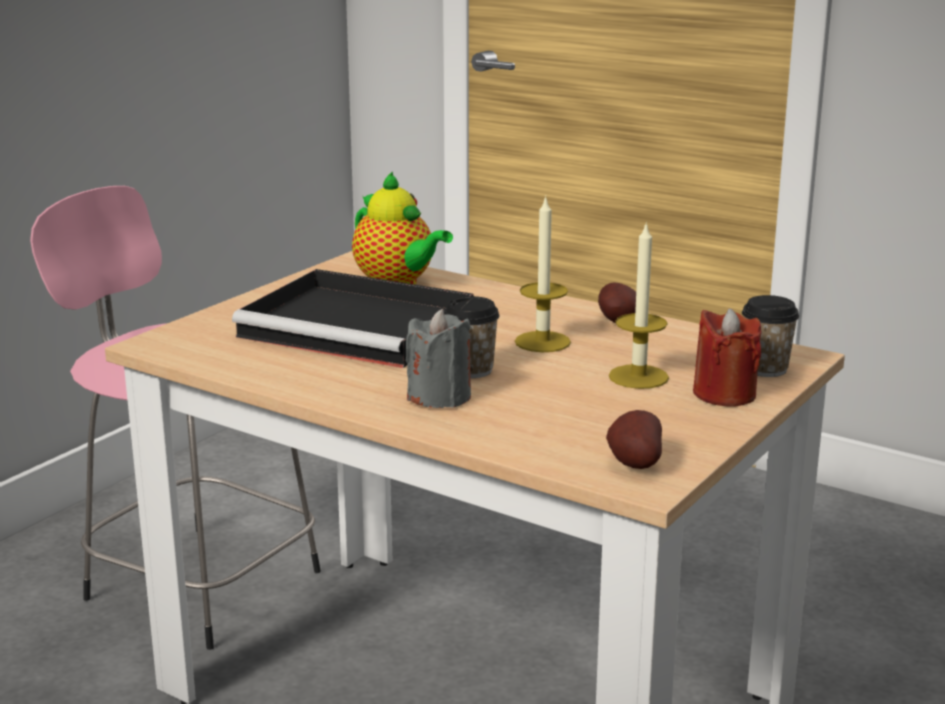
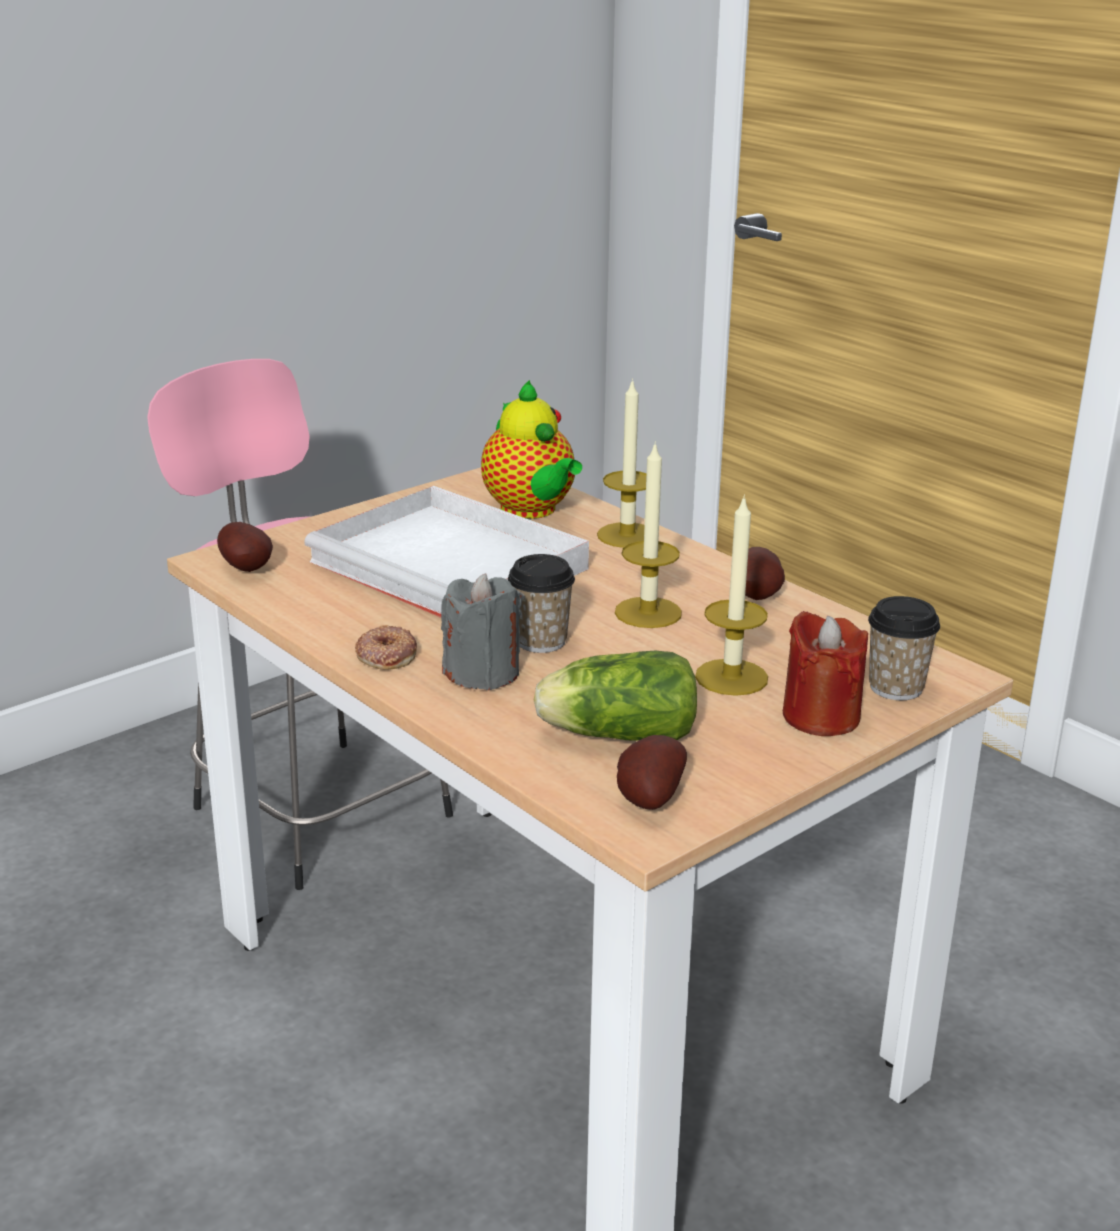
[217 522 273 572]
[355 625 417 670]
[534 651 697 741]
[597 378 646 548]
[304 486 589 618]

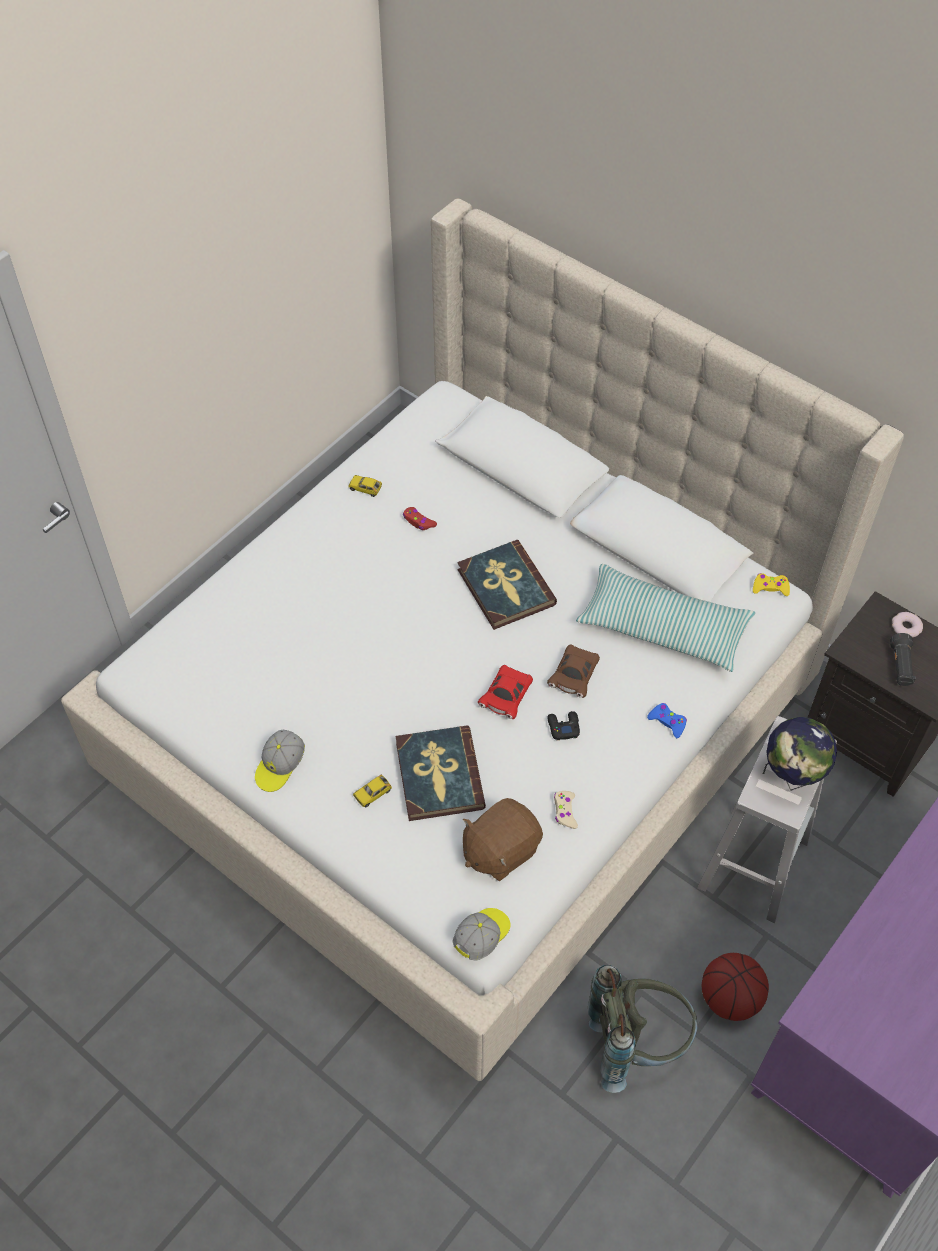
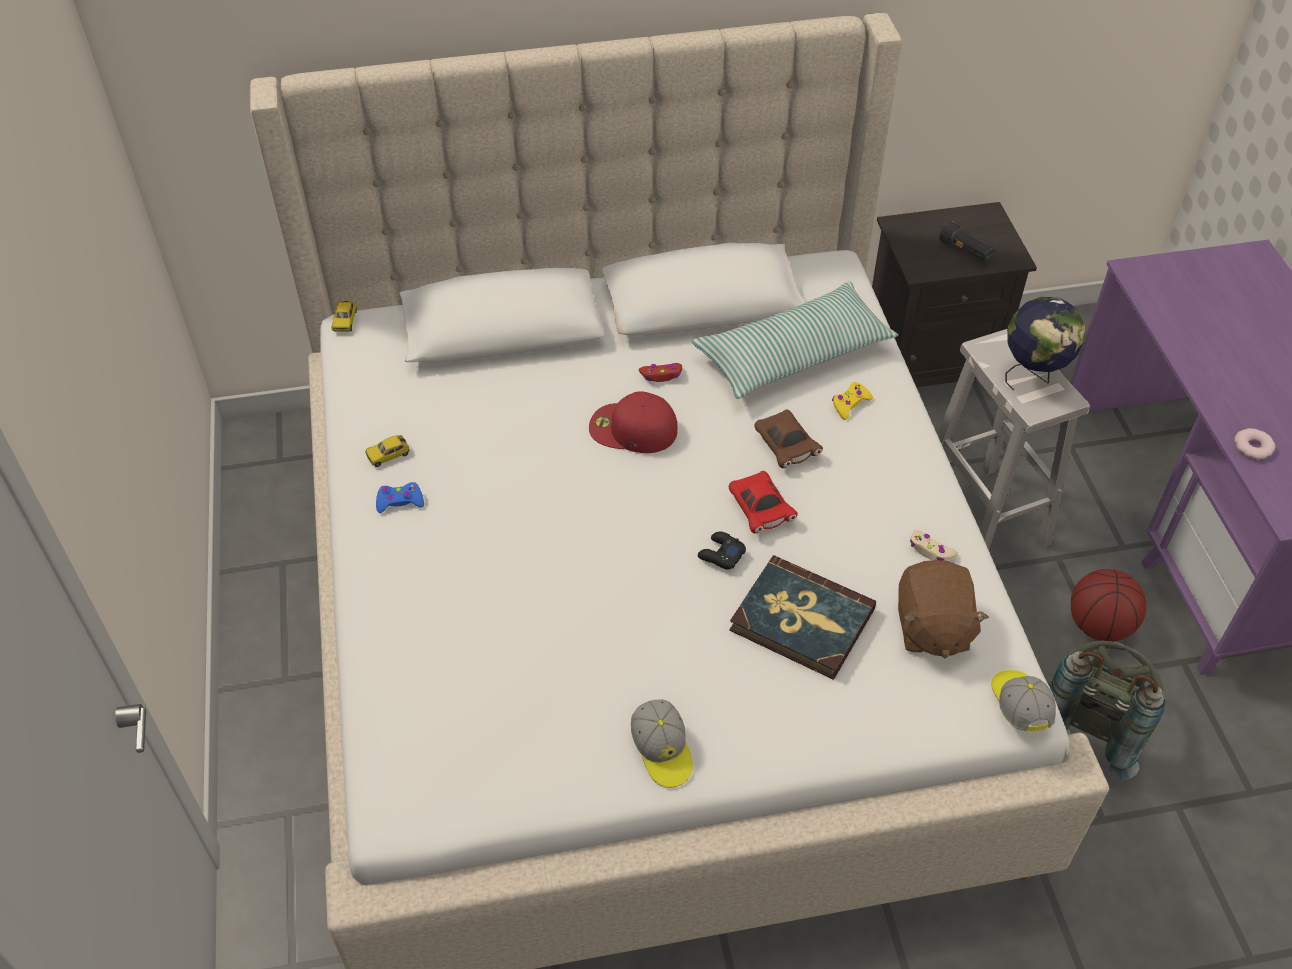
[331 301 357 332]
[639 363 682 382]
[698 531 746 570]
[376 482 424 513]
[832 382 873 420]
[1234 428 1275 460]
[589 391 677 453]

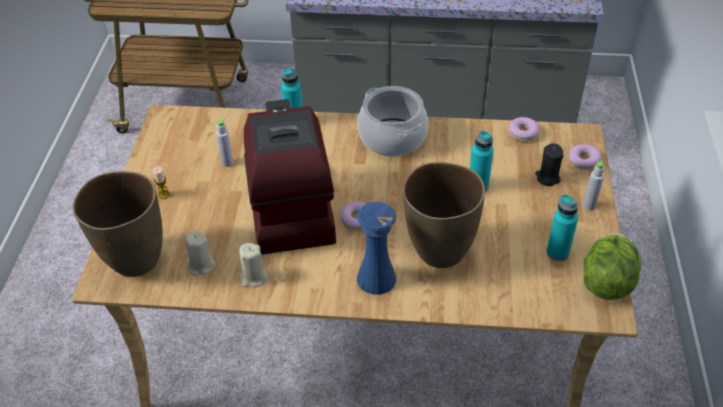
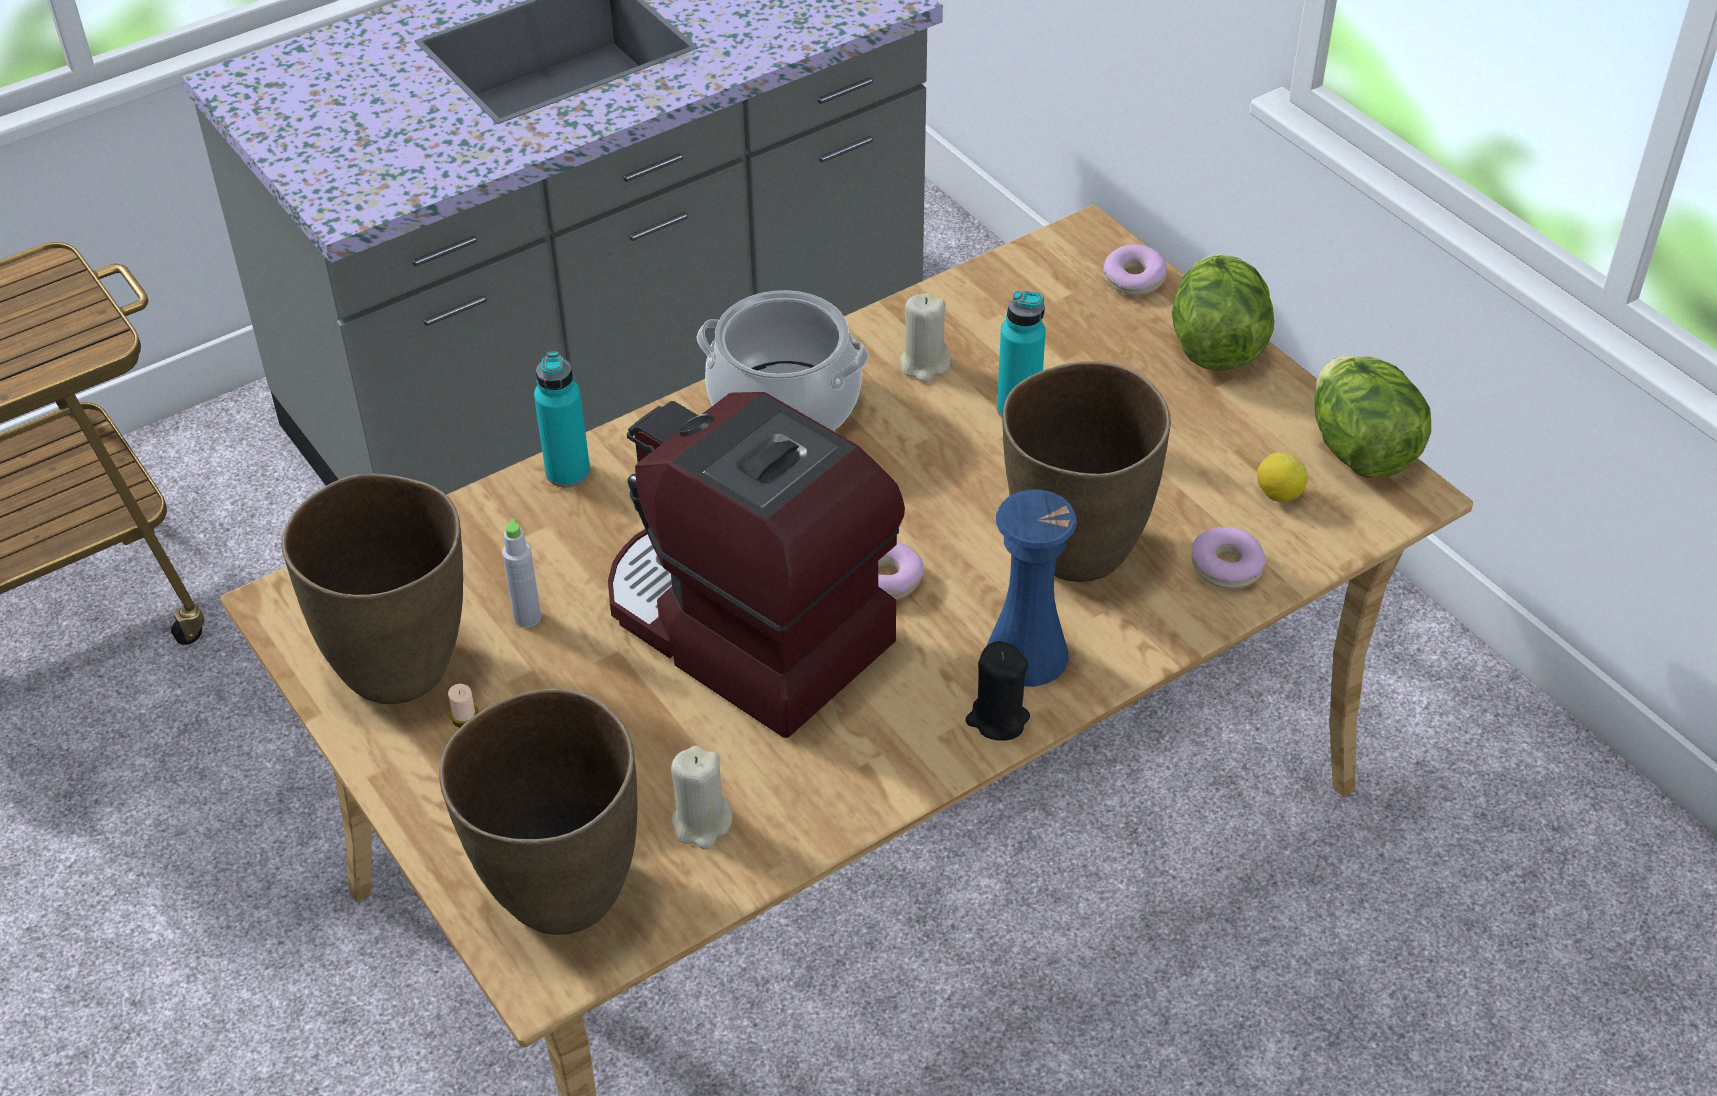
[547 194 578 261] (first image)
[282 473 463 704]
[1257 452 1308 502]
[900 293 951 383]
[1191 527 1265 589]
[966 641 1030 741]
[1172 254 1274 371]

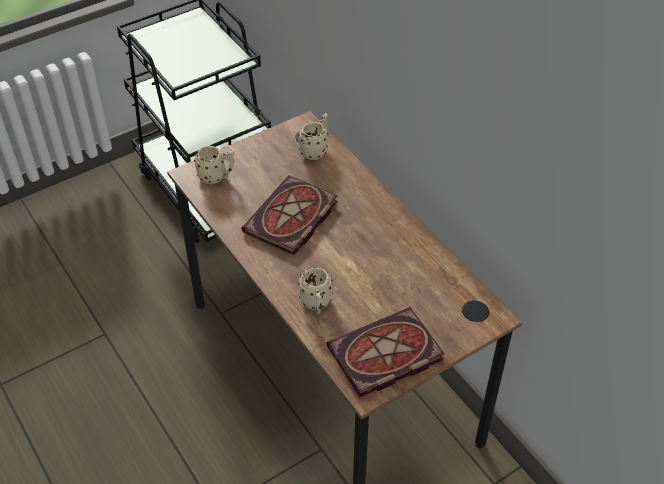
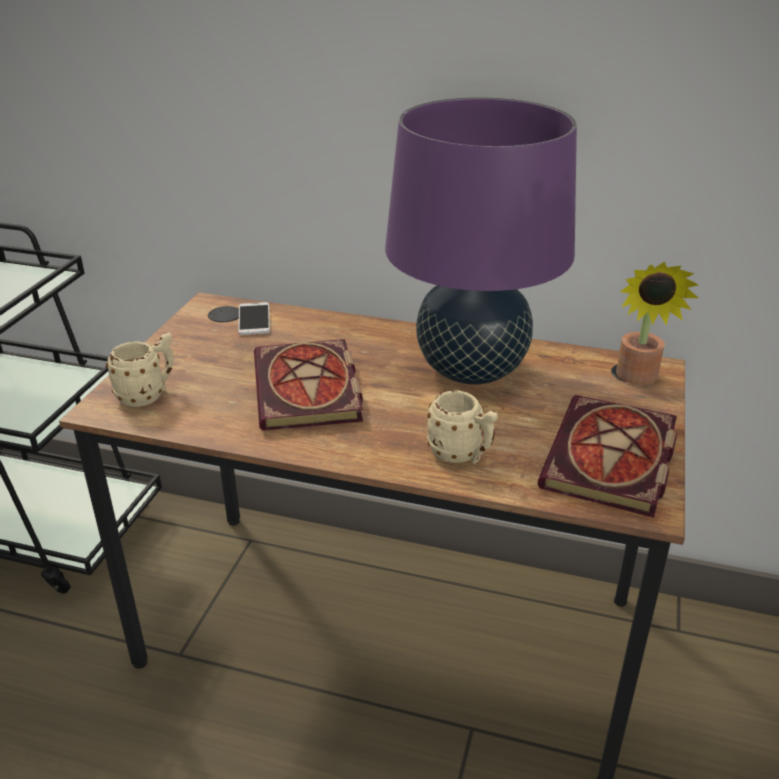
[385 97 577 385]
[616 261 698 385]
[238 302 270 335]

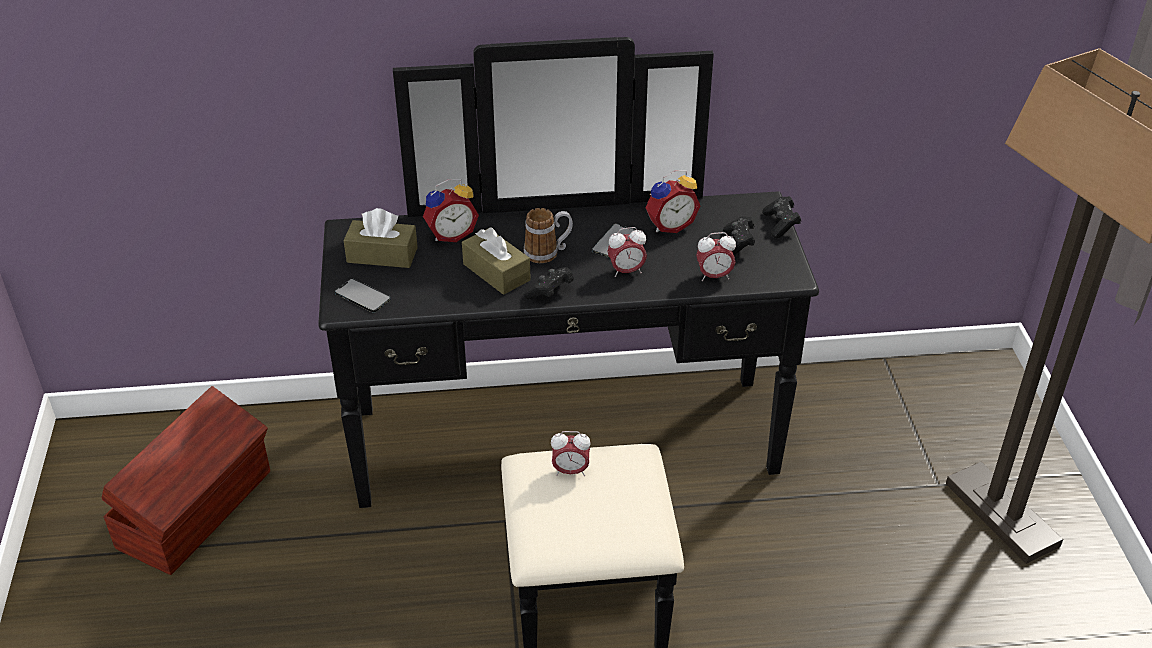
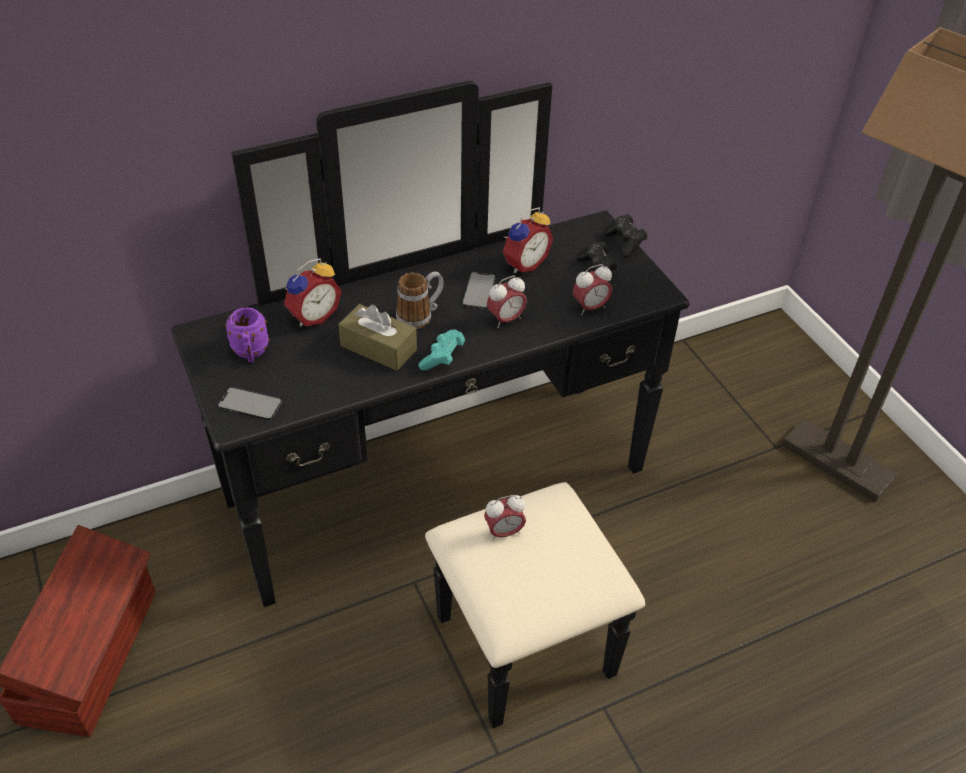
[225 307 269 362]
[418 329 465 370]

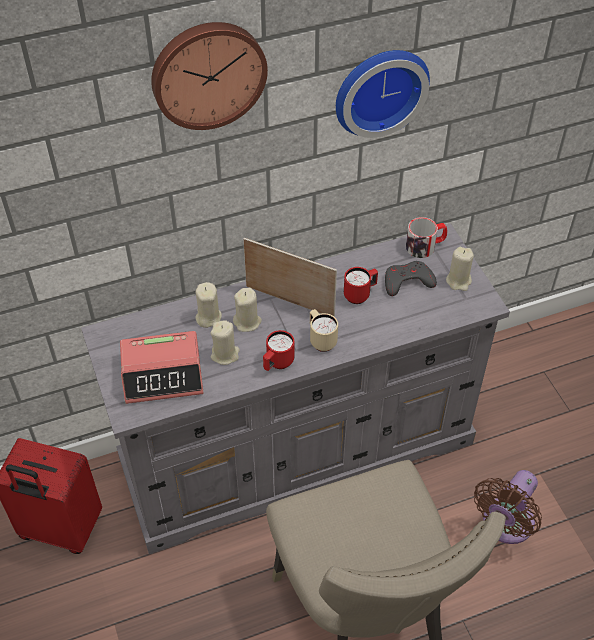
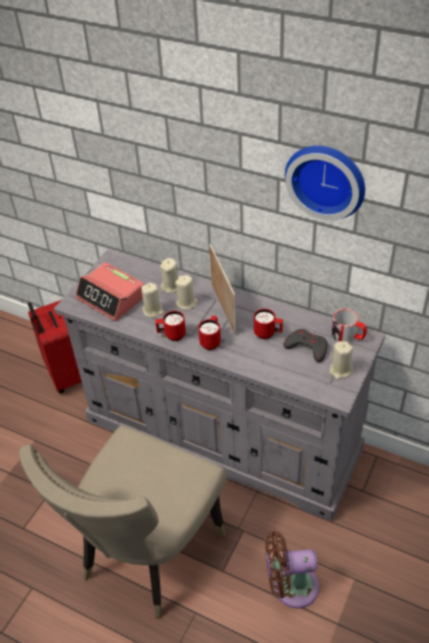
[151 22 268 130] (first image)
[198 316 221 350]

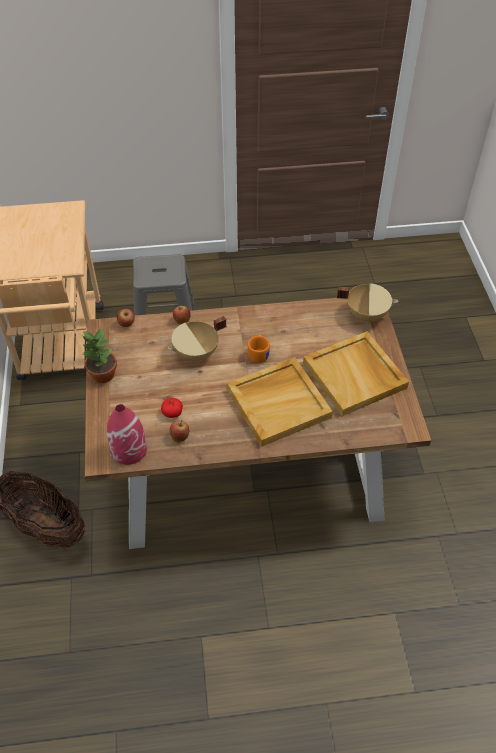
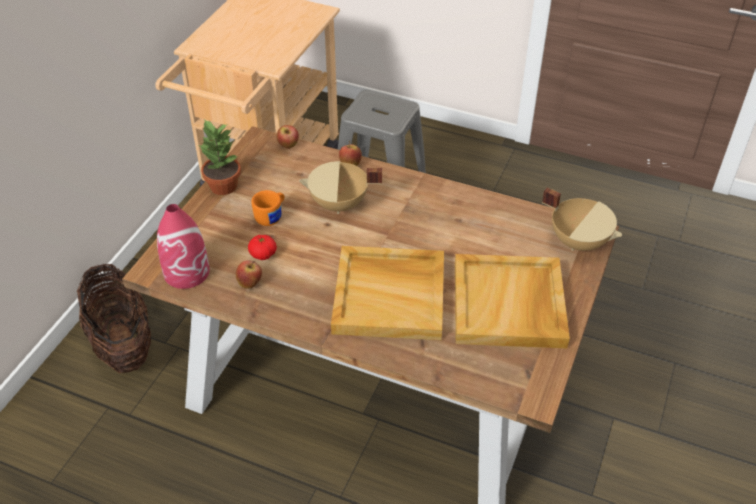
[251 190 284 226]

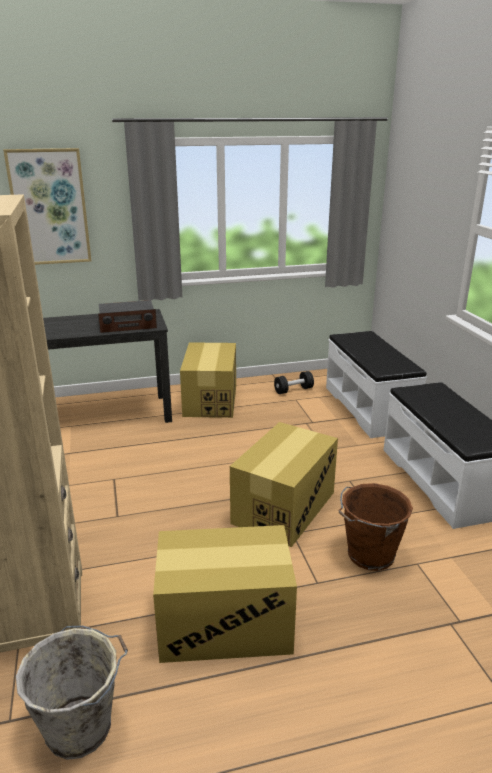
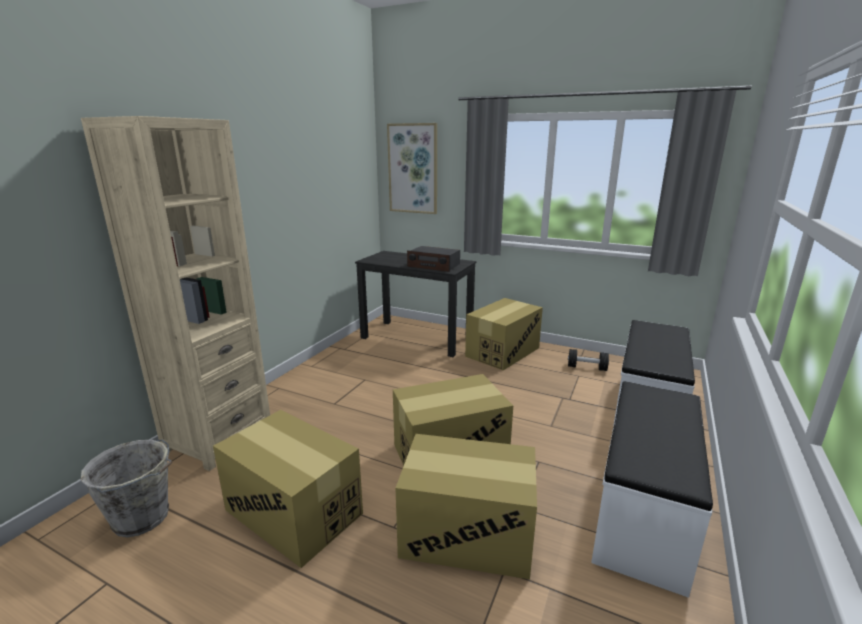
[395 434 537 579]

